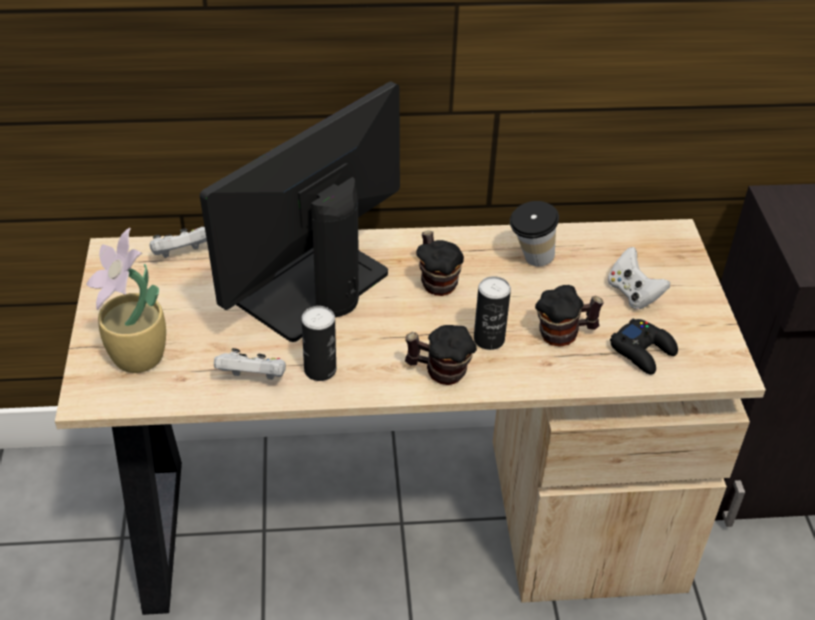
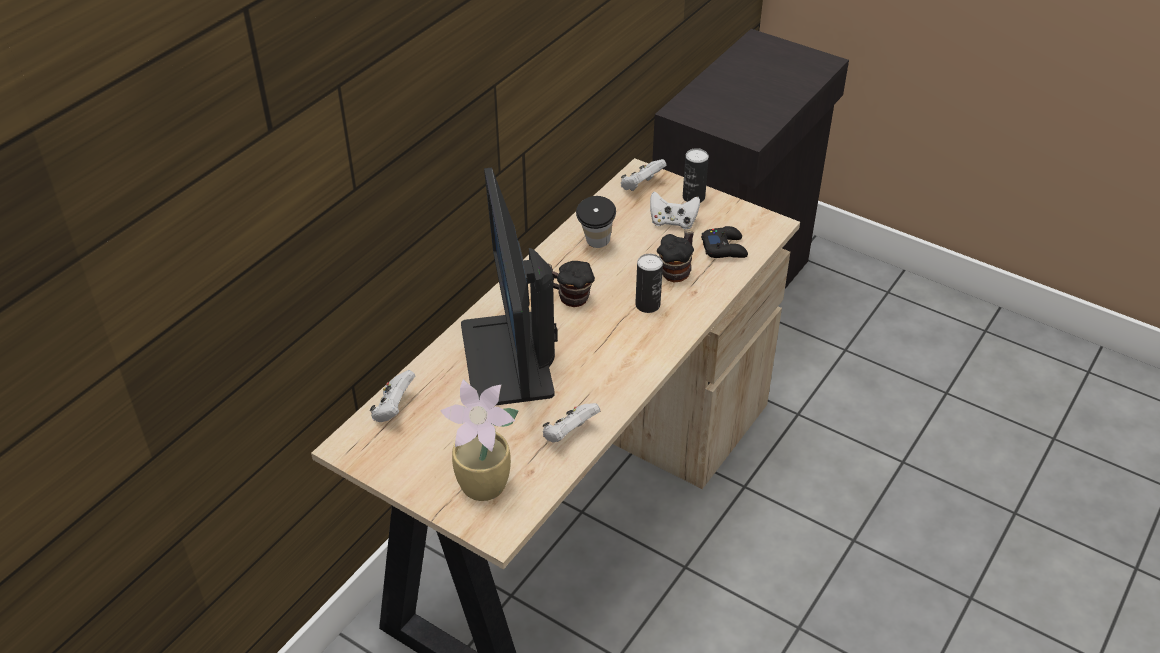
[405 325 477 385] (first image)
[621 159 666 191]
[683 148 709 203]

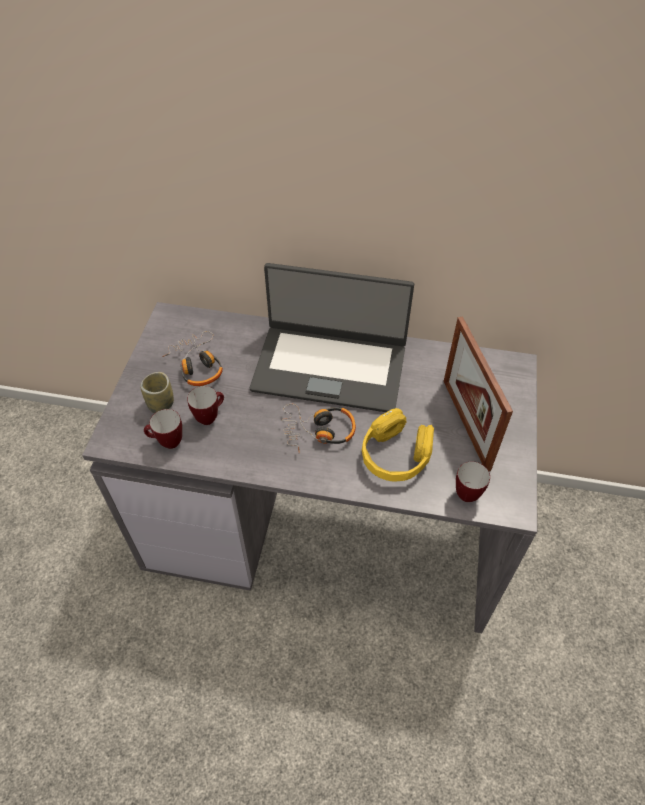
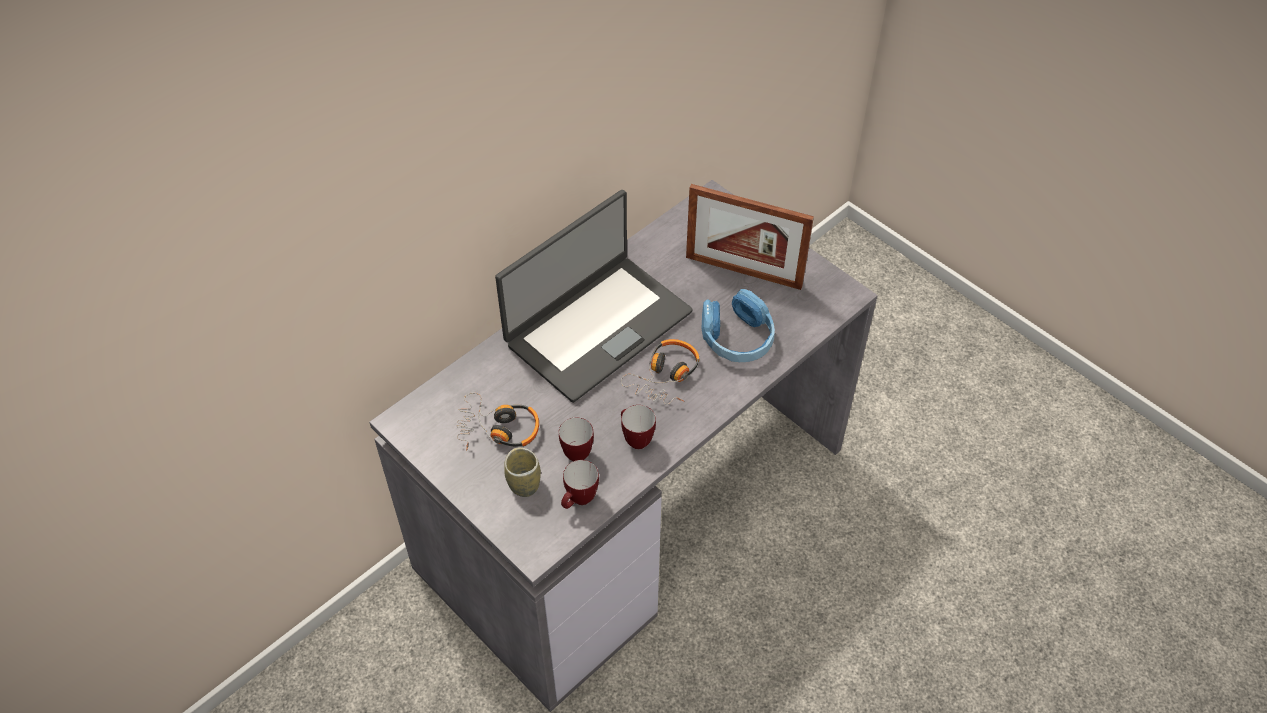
[621 405 656 449]
[702 289 775 362]

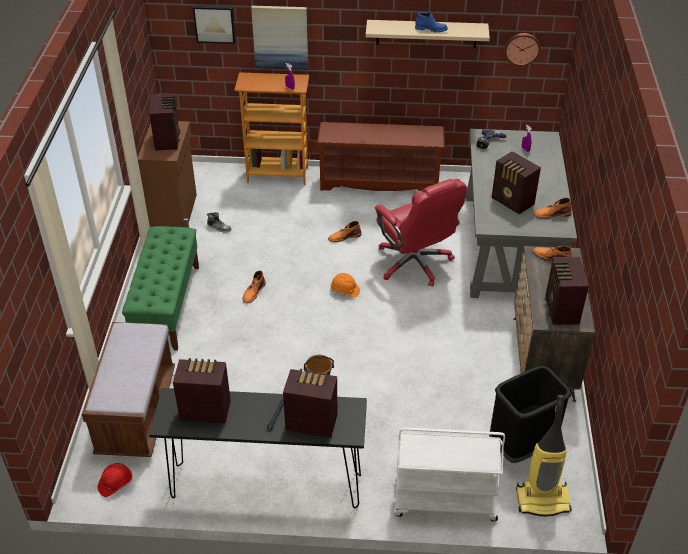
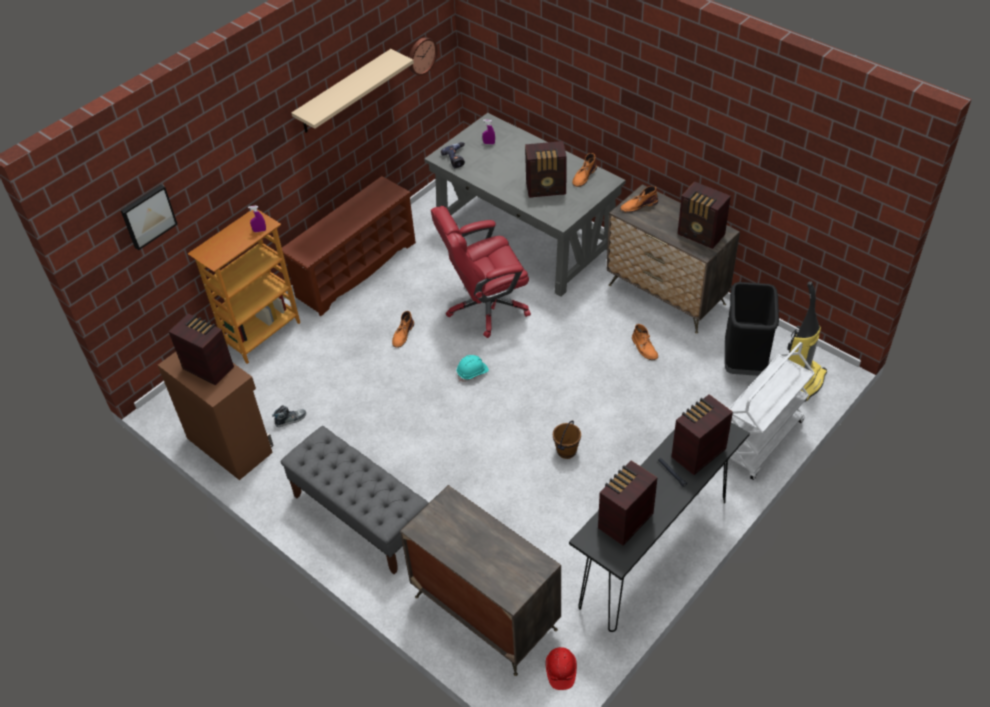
[251 6 308 70] (first image)
[415 12 448 33] (first image)
[632 324 658 360]
[400 485 561 676]
[280 426 429 574]
[457 355 489 382]
[431 206 531 338]

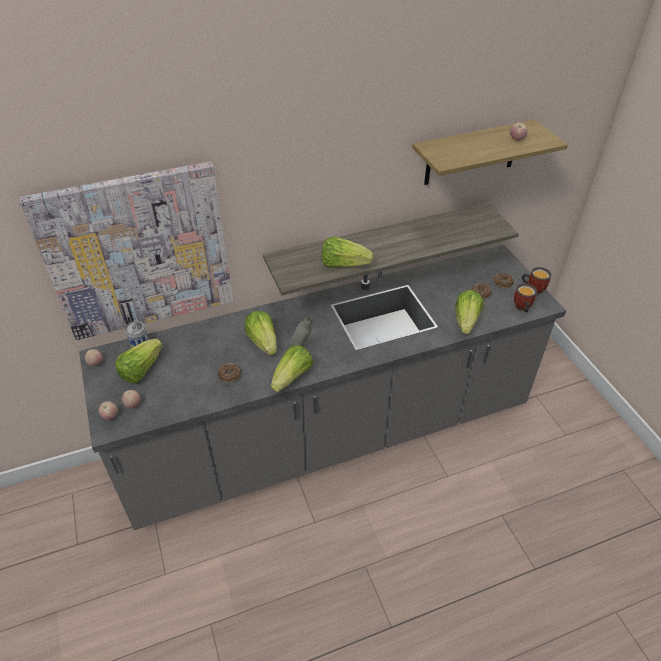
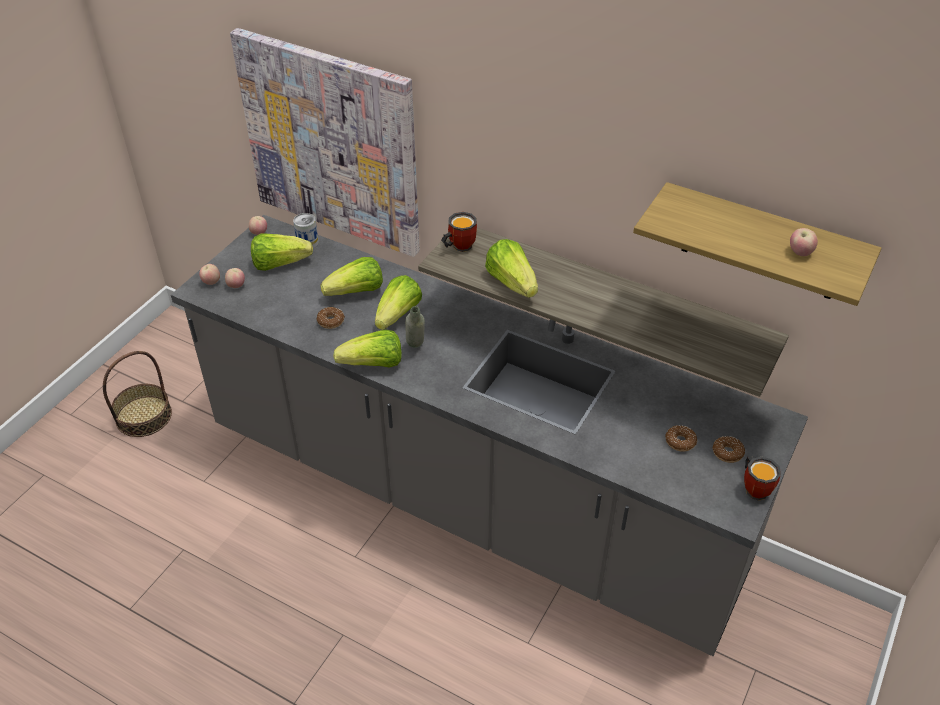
[103 351 172 437]
[320 257 383 296]
[441 212 477 252]

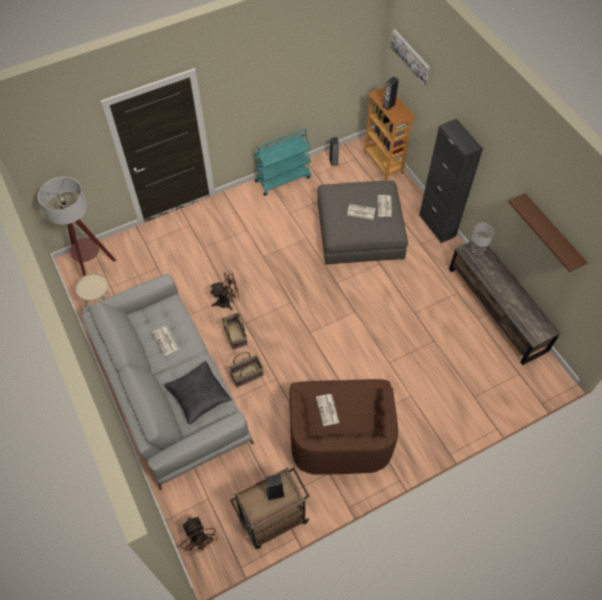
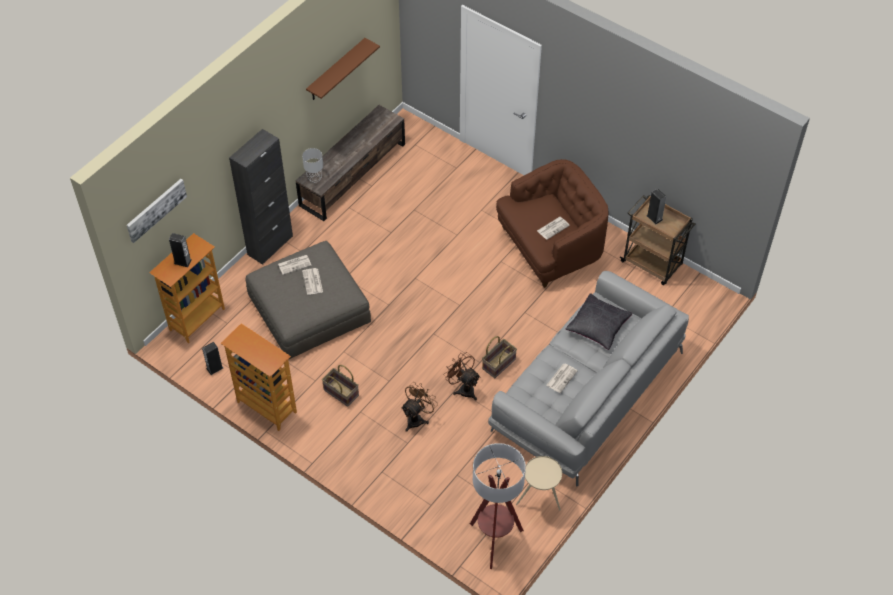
[401 382 438 432]
[322 365 359 407]
[221 323 297 431]

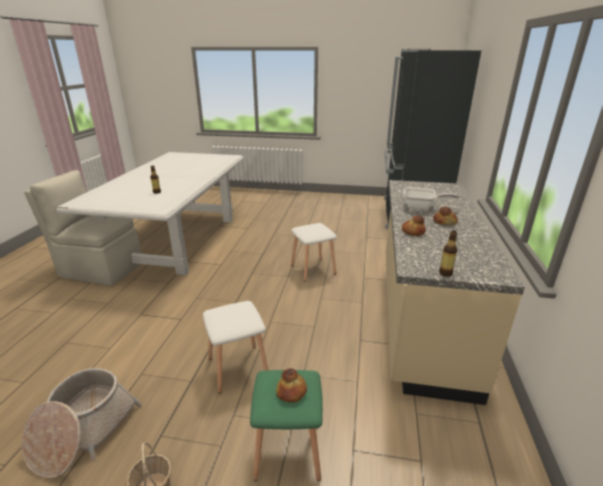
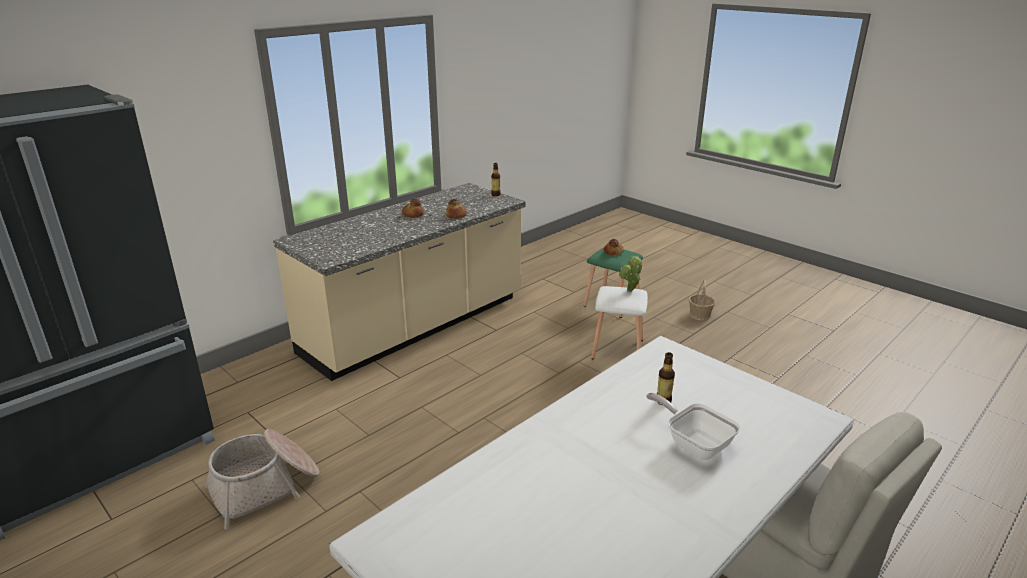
[291 223 337 282] (first image)
[619 256 643 292]
[205 429 319 529]
[646 393 740 460]

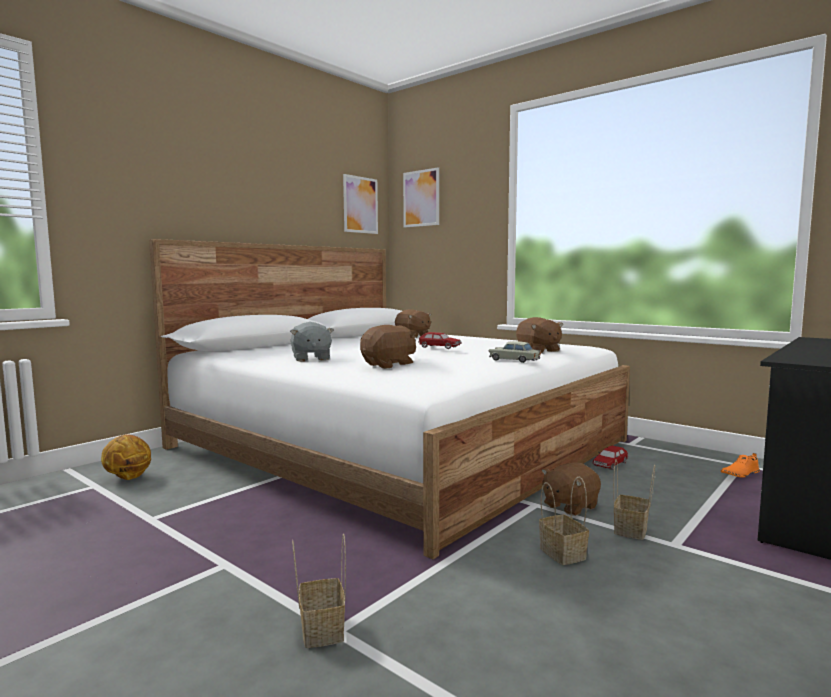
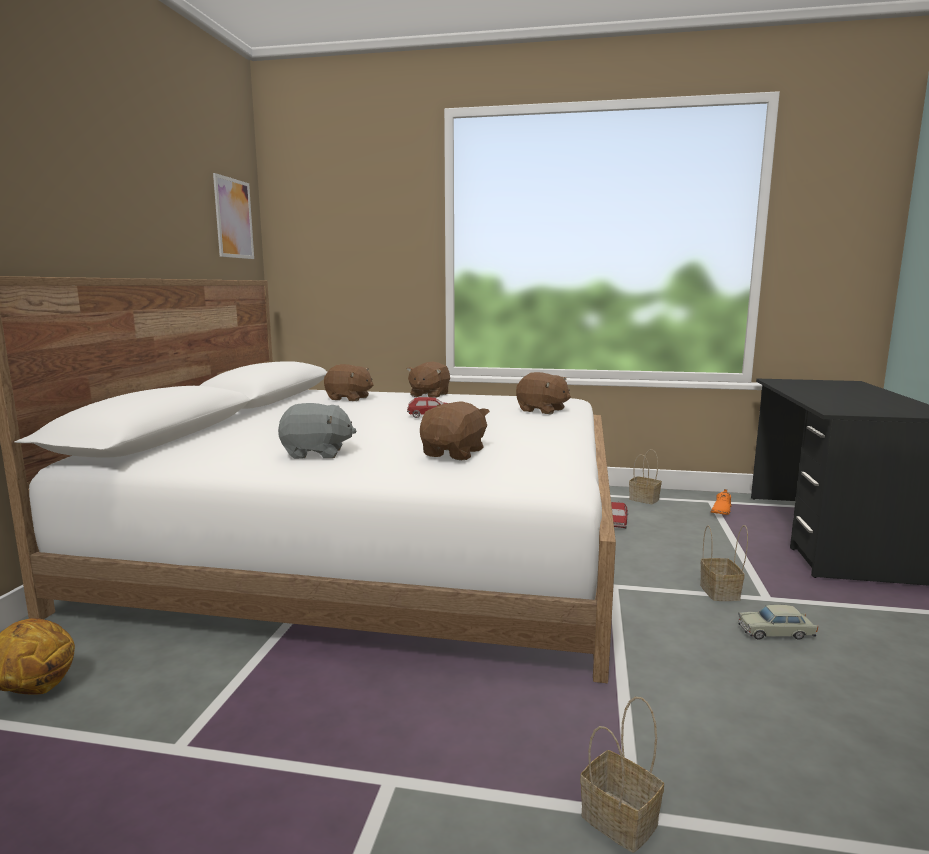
[403 167 439 227] (first image)
[738 605 818 640]
[629 449 662 504]
[406 361 450 398]
[278 403 356 459]

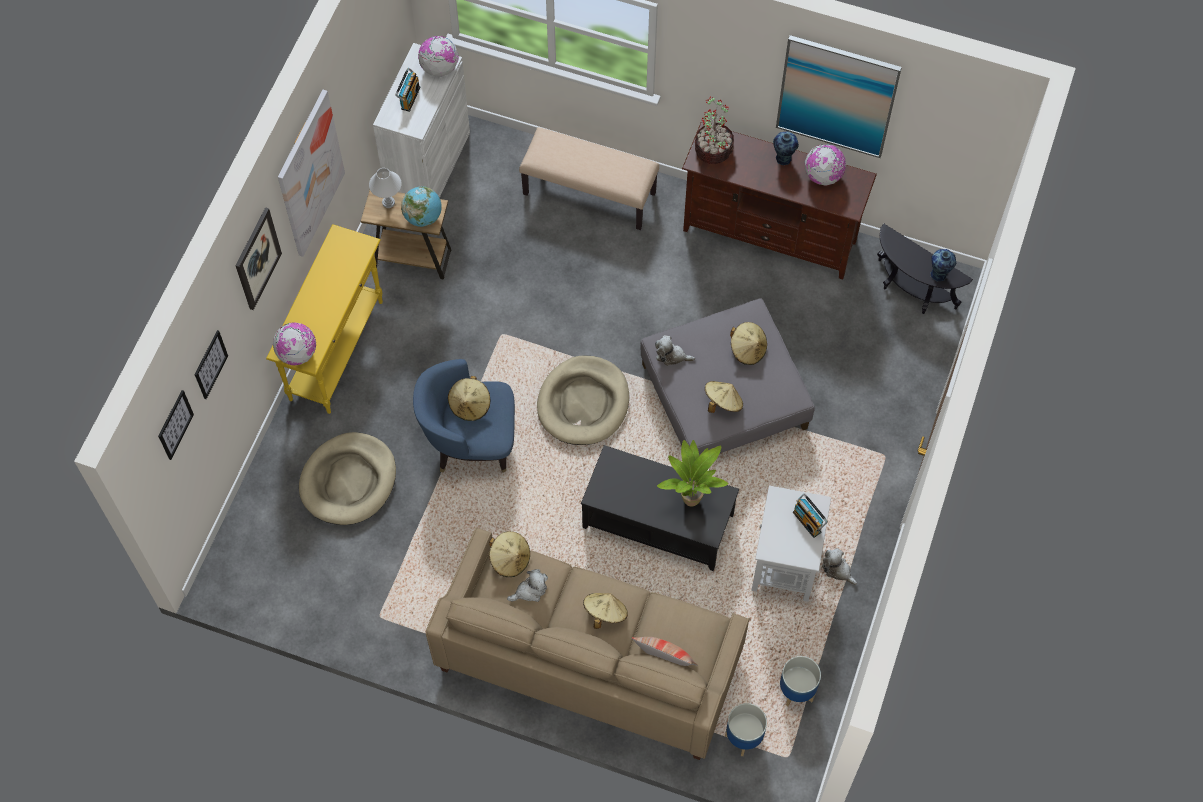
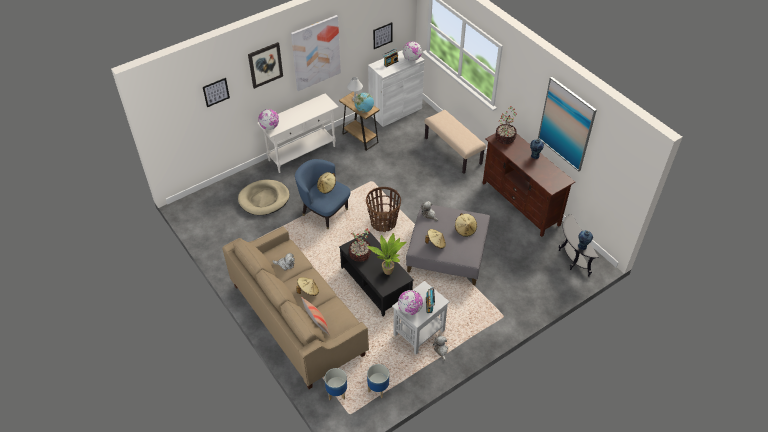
[489 531 530 577] (first image)
[349 228 371 262]
[373 22 393 49]
[398 290 423 315]
[366 187 401 232]
[257 94 339 173]

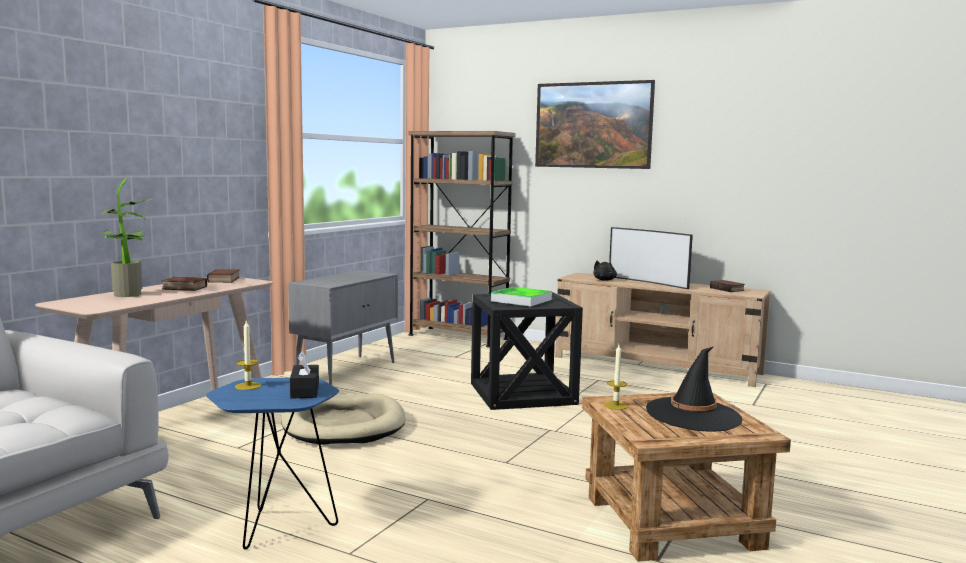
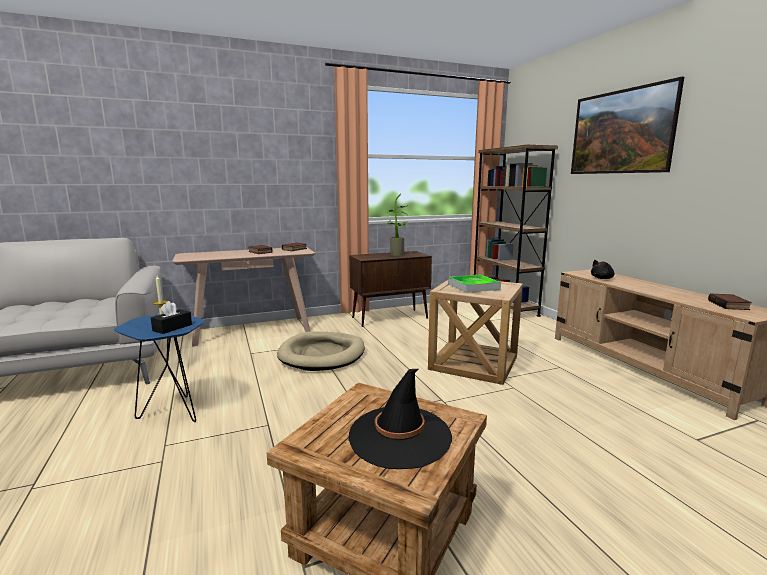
[604 345 628 410] (first image)
[609 227 693 289] (first image)
[387 194 413 256]
[349 251 432 327]
[428 280 523 385]

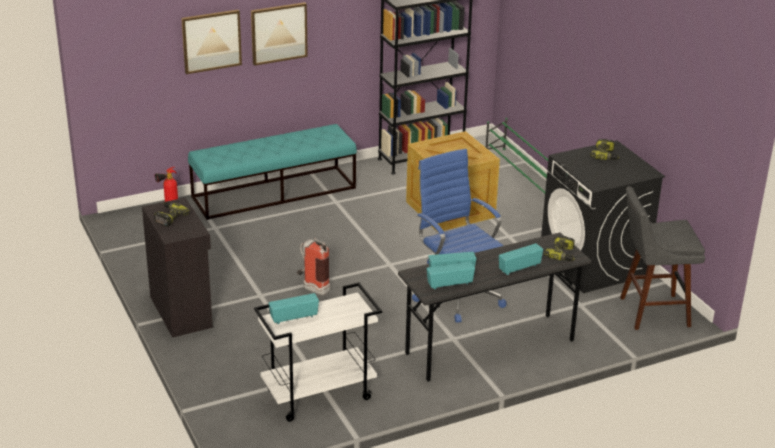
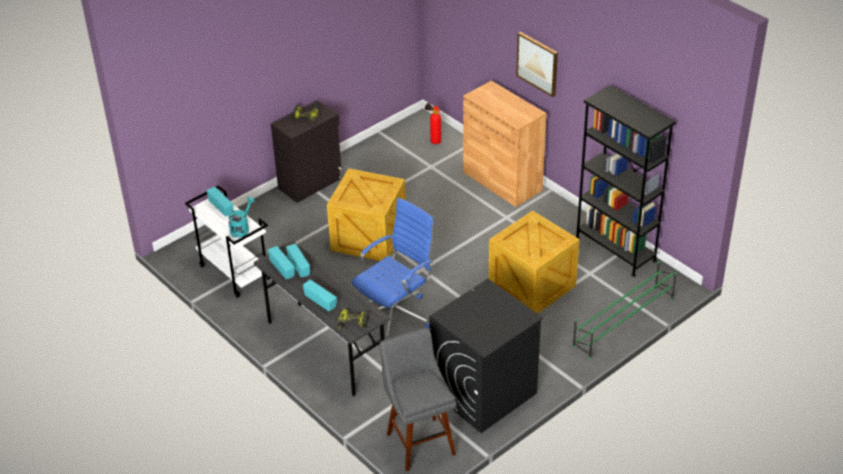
[181 10 242 74] (first image)
[590 139 619 160] (first image)
[228 197 255 238]
[463 81 547 207]
[327 168 406 261]

